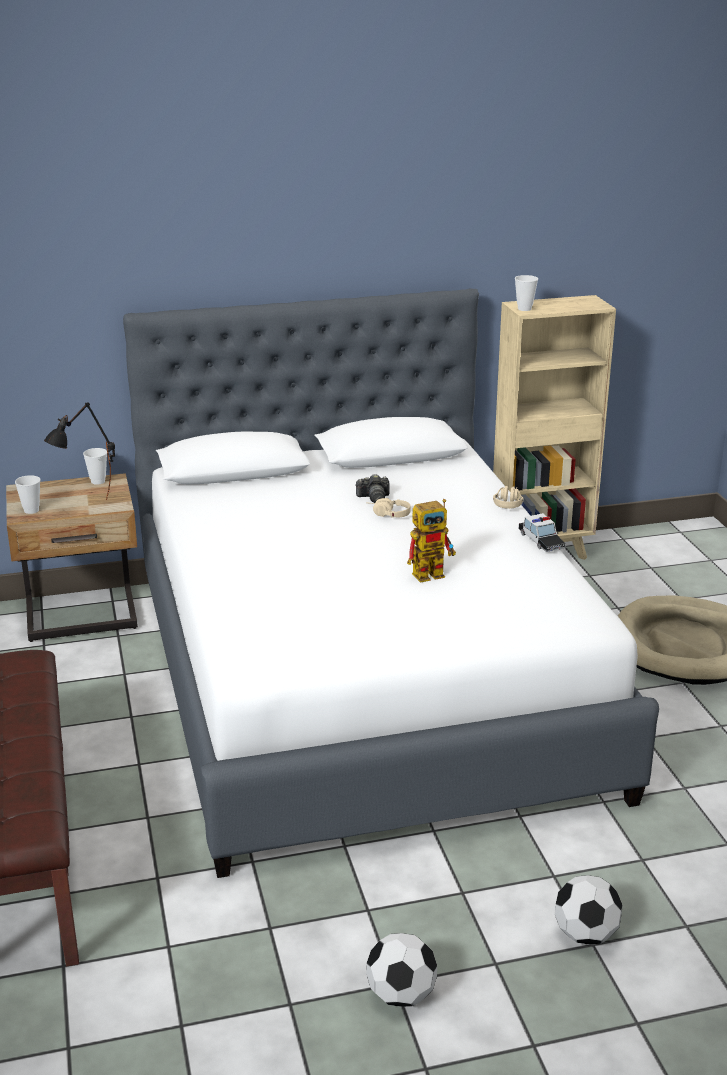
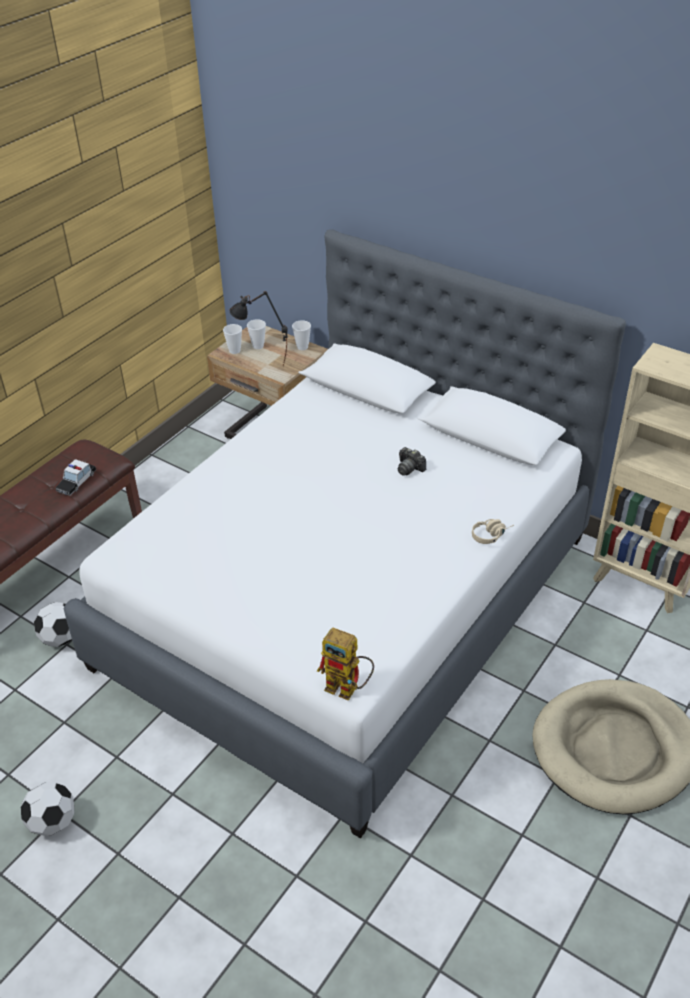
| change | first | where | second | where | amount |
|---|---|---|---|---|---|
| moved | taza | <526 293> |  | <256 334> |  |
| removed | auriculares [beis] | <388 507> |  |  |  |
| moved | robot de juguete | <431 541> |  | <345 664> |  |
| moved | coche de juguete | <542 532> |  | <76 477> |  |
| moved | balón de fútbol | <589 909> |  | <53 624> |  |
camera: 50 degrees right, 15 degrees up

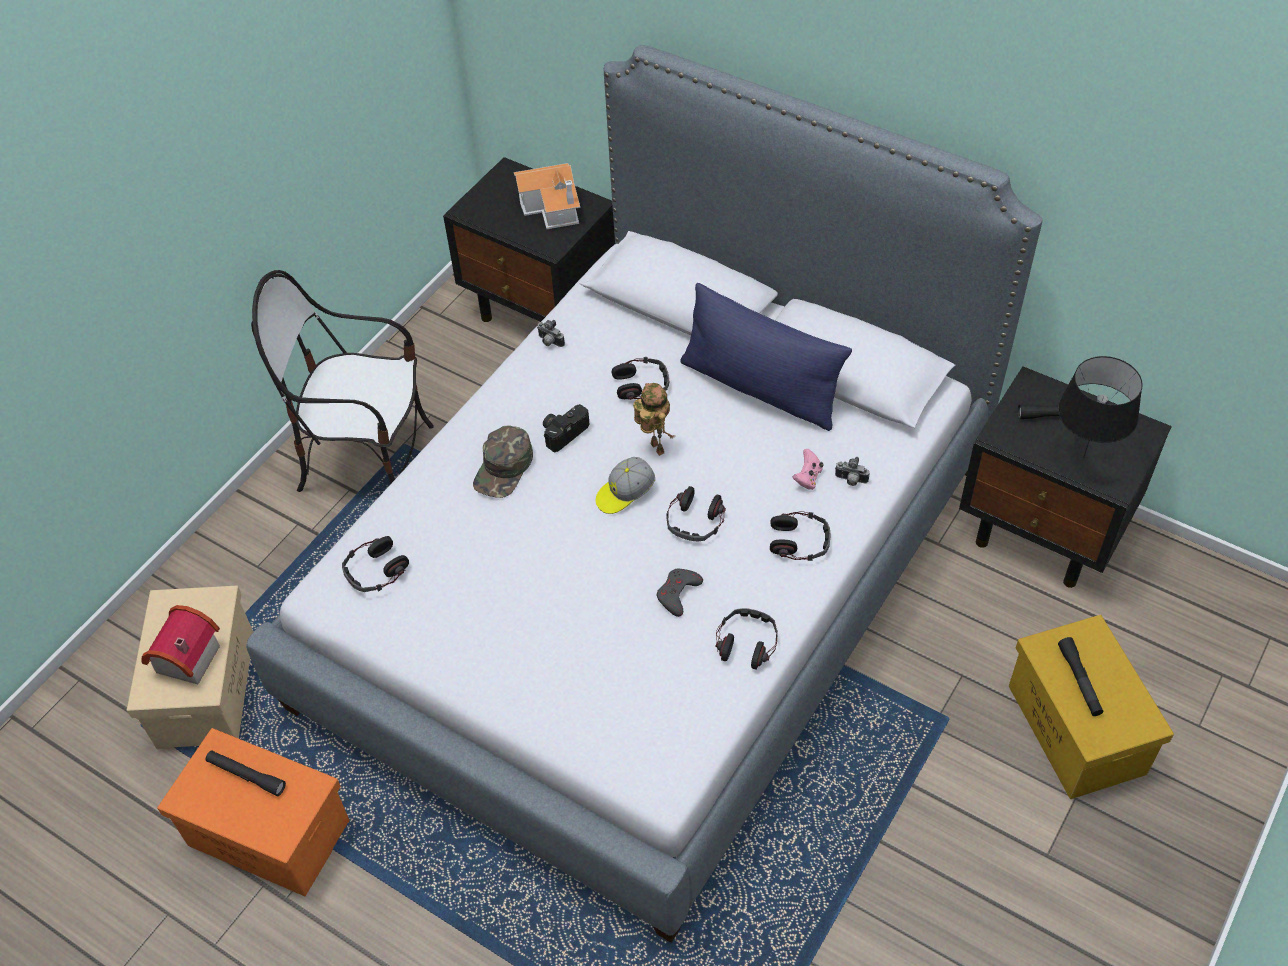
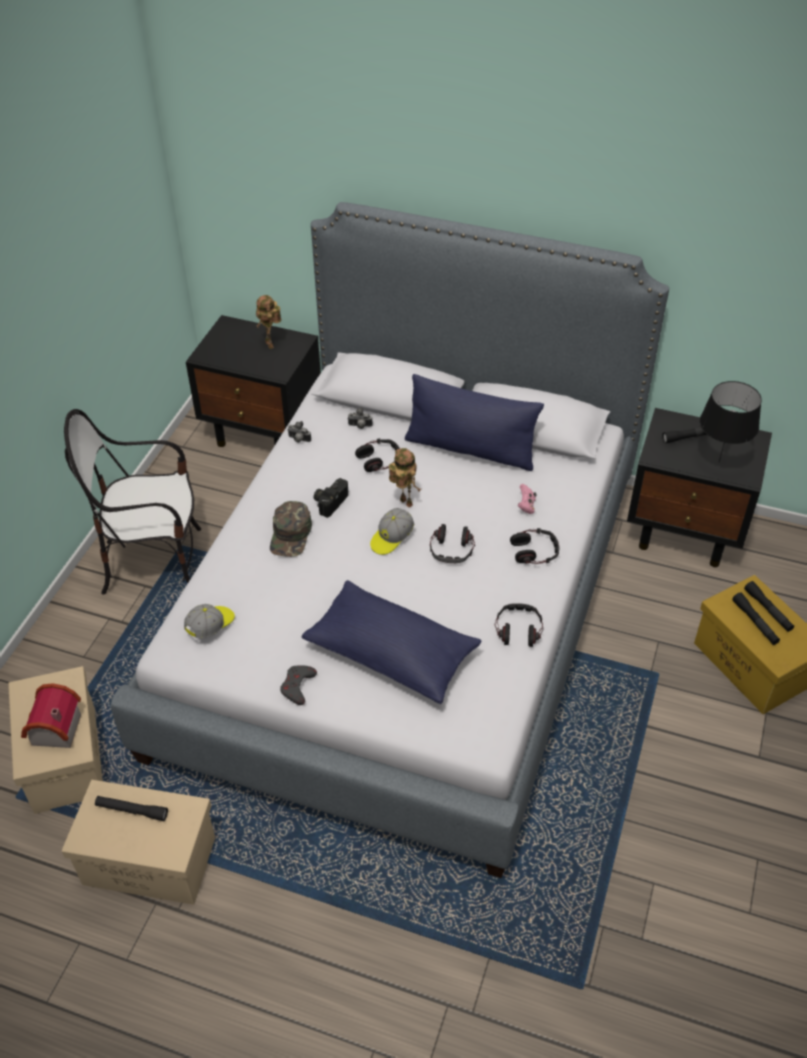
| change | first | where | second | where | amount |
|---|---|---|---|---|---|
| replaced | casita | <547 196> | robot de juguete | <268 322> |  |
| moved | cámara | <852 471> |  | <360 418> |  |
| replaced | auriculares | <375 564> | gorra | <209 621> |  |
| moved | mando de consola [gris] | <680 593> |  | <298 685> |  |
| recoloured | caja de almacenaje [naranja] | <253 812> | caja de almacenaje [beis] | <138 842> |  |
| added |  |  | cojín [azul] | <391 642> |  |
| added |  |  | linterna [negro] | <769 606> |  |
camera: 15 degrees left, 5 degrees down

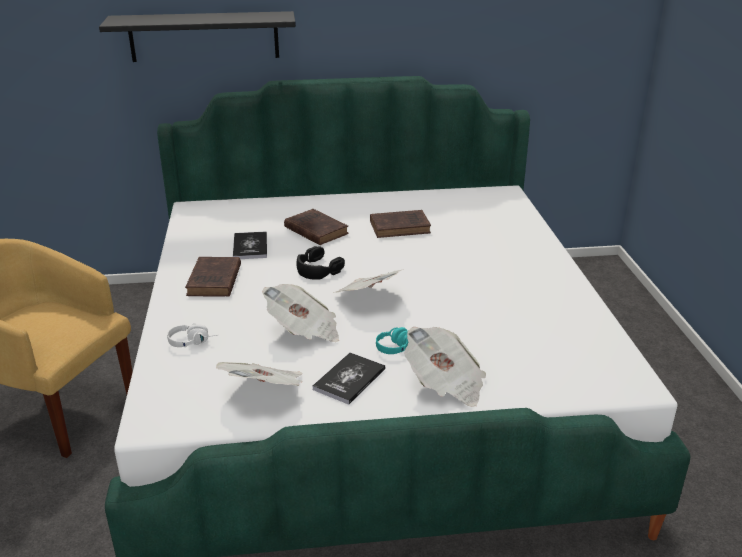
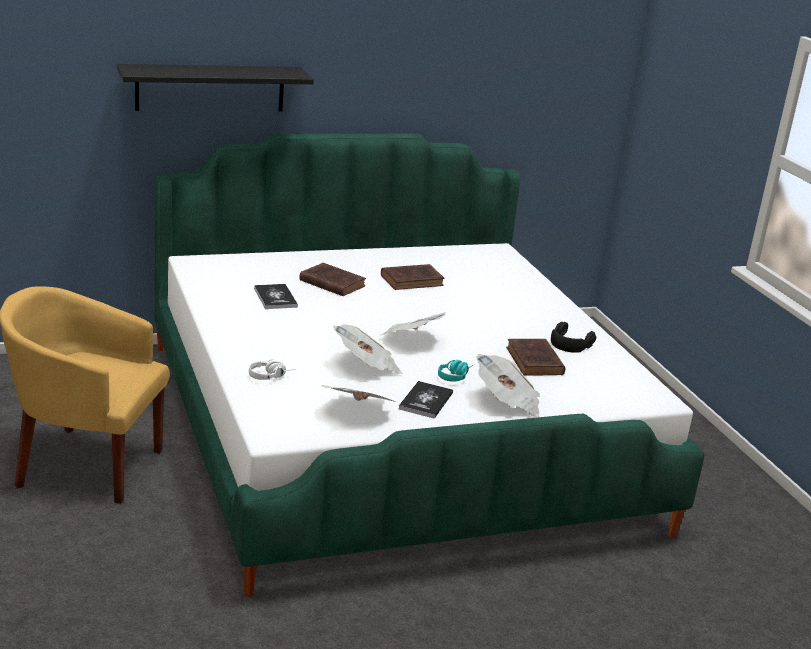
| change | first | where | second | where | amount |
|---|---|---|---|---|---|
| moved | auriculares [negro] | <320 263> |  | <573 337> |  |
| moved | libro [marrón] | <213 277> |  | <535 357> |  |
camera: 15 degrees left, 5 degrees down

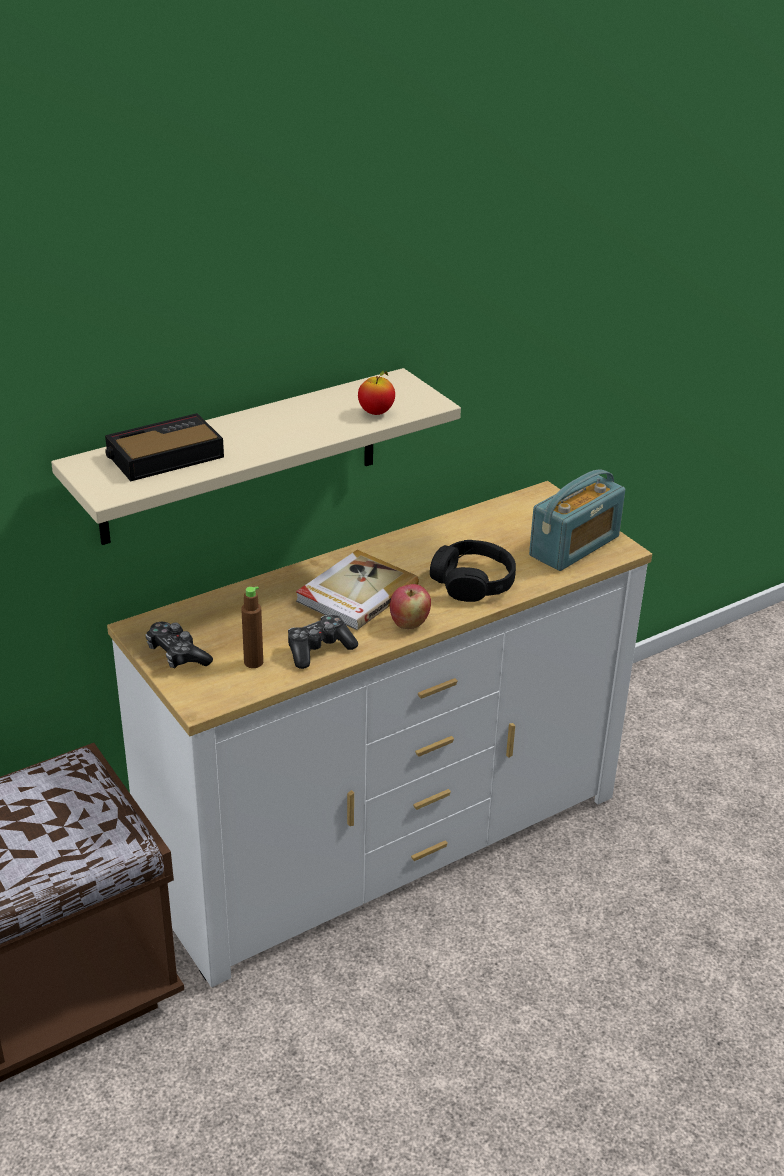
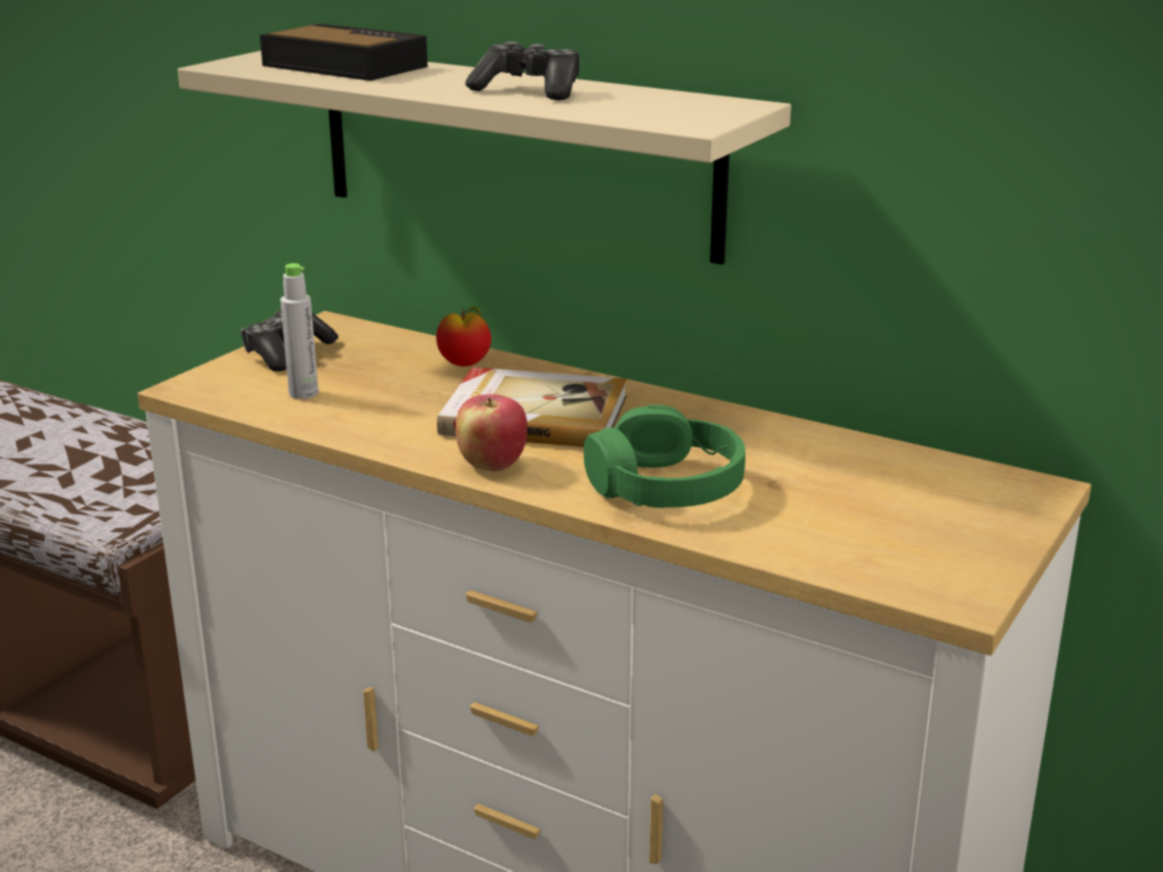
| change | first | where | second | where | amount |
|---|---|---|---|---|---|
| moved | manzana | <376 393> |  | <463 336> |  |
| removed | radio | <577 520> |  |  |  |
| recoloured | auriculares [negro] | <473 571> | auriculares [verde] | <664 456> |  |
| recoloured | botella [marrón] | <252 627> | botella [gris] | <299 331> |  |
| moved | mando de consola | <323 642> |  | <522 70> |  |
camera: 65 degrees right, 10 degrees down

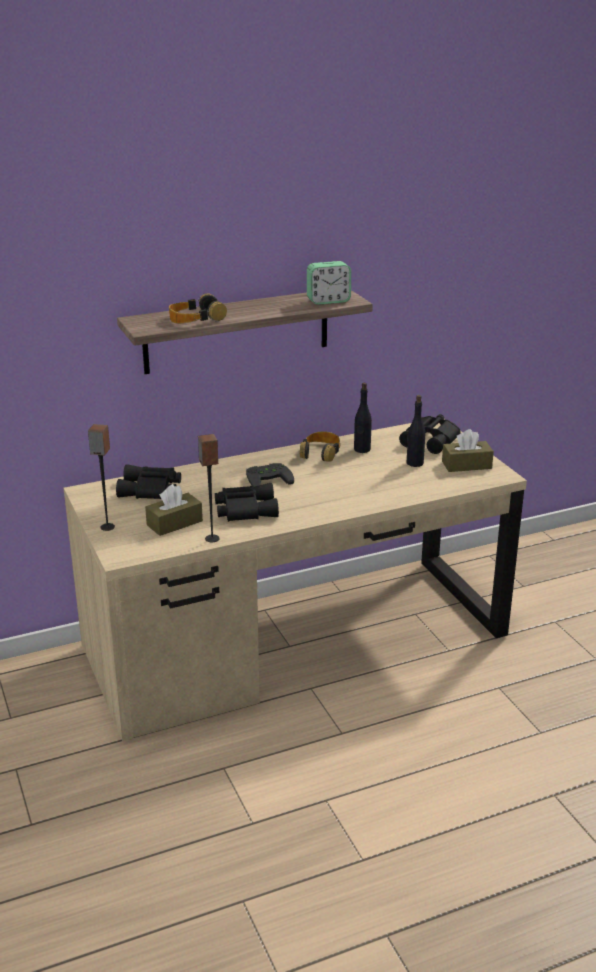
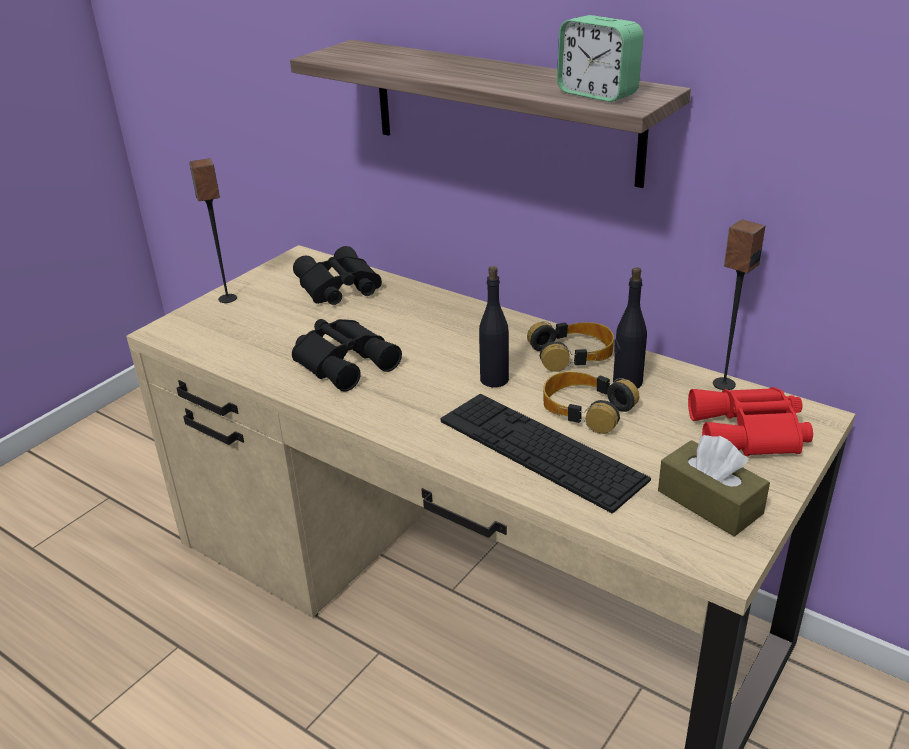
| change | first | where | second | where | amount |
|---|---|---|---|---|---|
| moved | auriculares | <198 308> |  | <591 403> |  |
| moved | botella [negro] | <415 431> |  | <494 326> |  |
| recoloured | prismáticos [negro] | <430 434> | prismáticos [rojo] | <750 421> |  |
| moved | altavoz | <209 488> |  | <739 304> |  |
| removed | mando de consola [negro] | <270 475> |  |  |  |
| removed | caja de pañuelos [marrón] | <174 510> |  |  |  |
| added |  |  | teclado | <546 453> |  |
camera: 60 degrees right, 5 degrees up

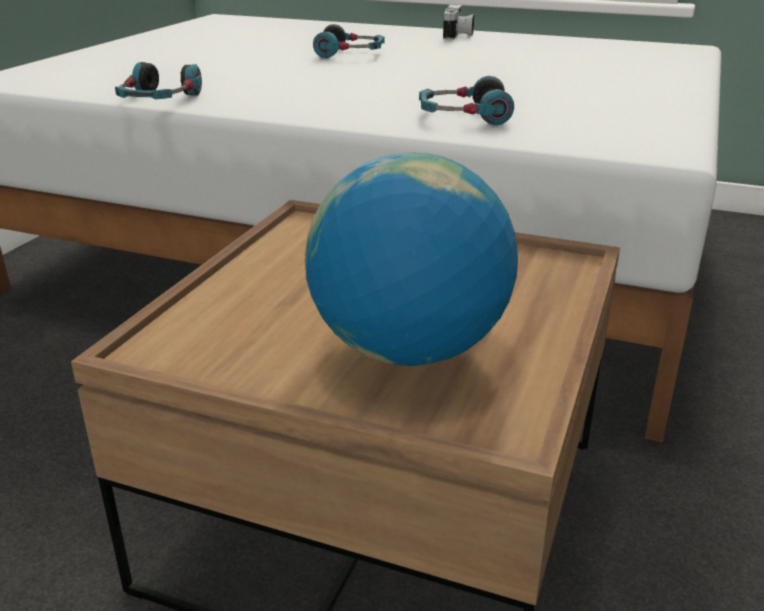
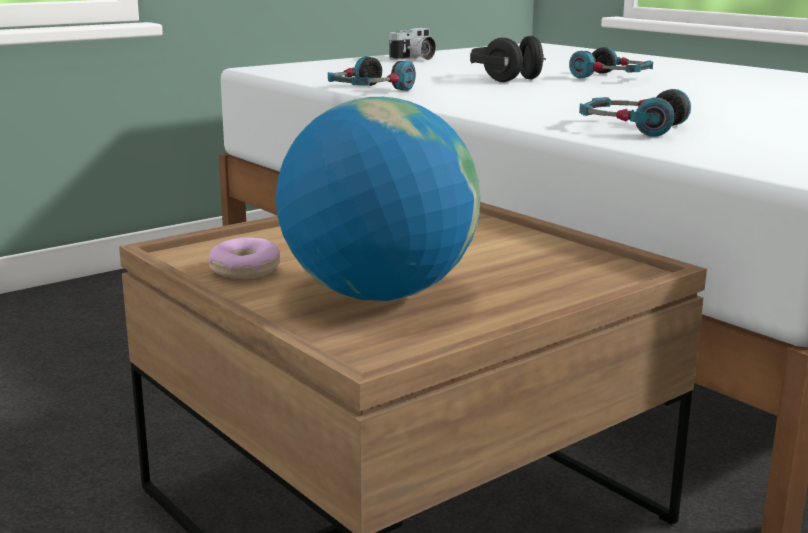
| change | first | where | second | where | amount |
|---|---|---|---|---|---|
| moved | cámara | <458 22> |  | <413 44> |  |
| added |  |  | auriculares [negro] | <508 59> |  |
| added |  |  | rosquilla | <244 258> |  |
camera: 30 degrees right, 10 degrees down

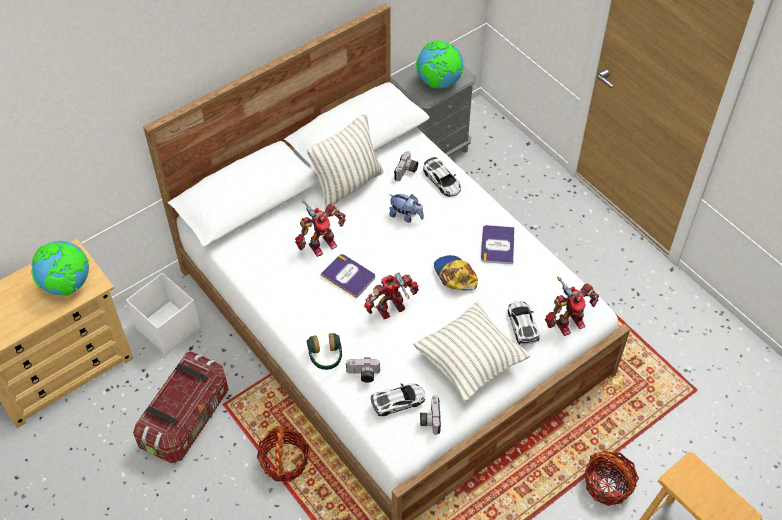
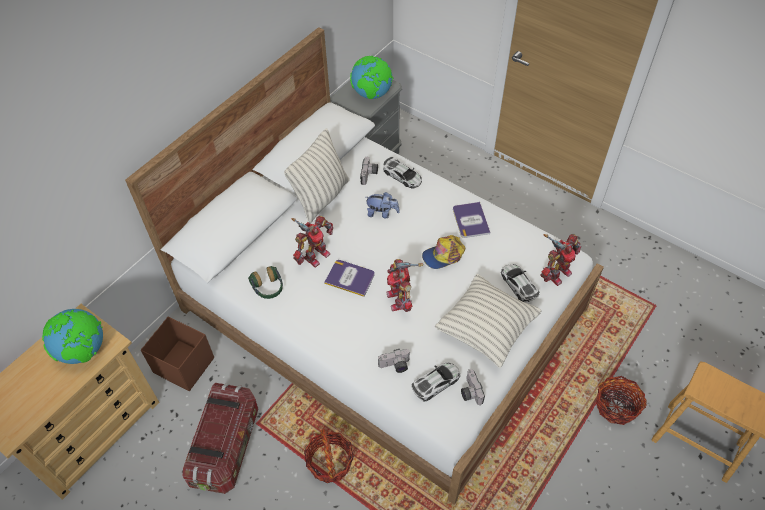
| change | first | where | second | where | amount |
|---|---|---|---|---|---|
| turned | gorra | <456 272> |  | <443 252> | 75 degrees counterclockwise |
| recoloured | caja de almacenaje [blanco] | <163 314> | caja de almacenaje [marrón] | <177 353> |  |
| turned | robot de juguete | <391 296> |  | <404 285> | 60 degrees counterclockwise |
| moved | auriculares | <324 351> |  | <265 282> |  |
camera: 15 degrees left, 0 degrees up

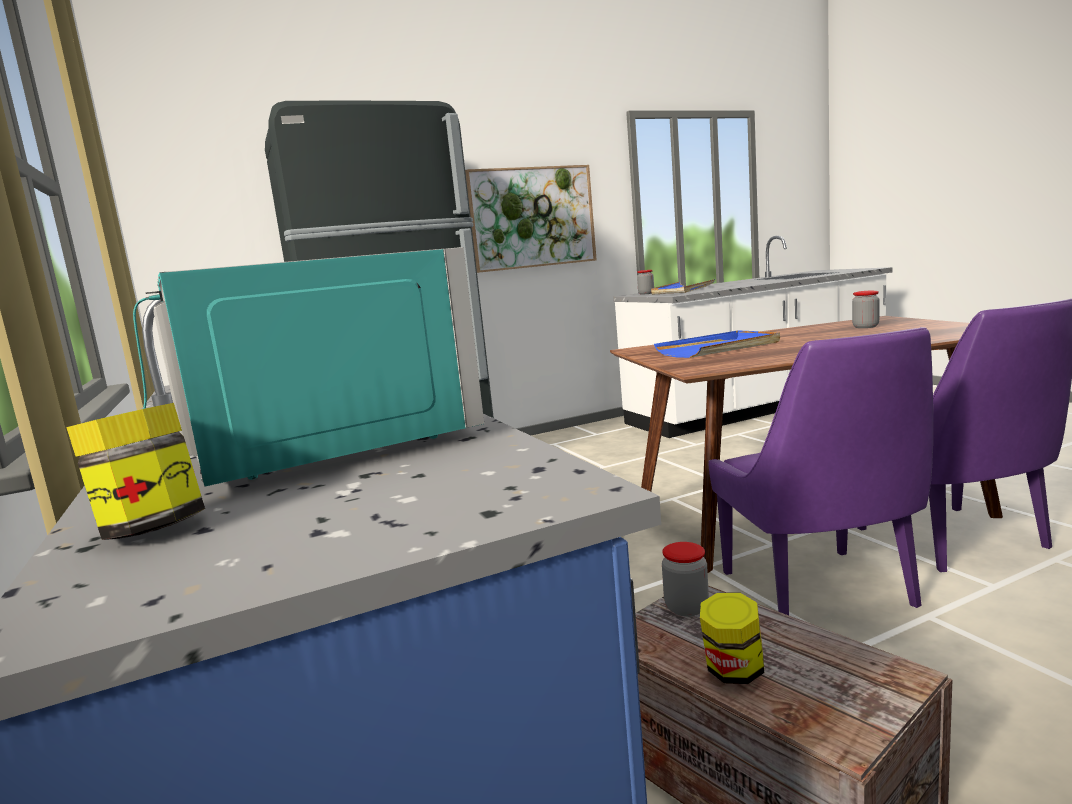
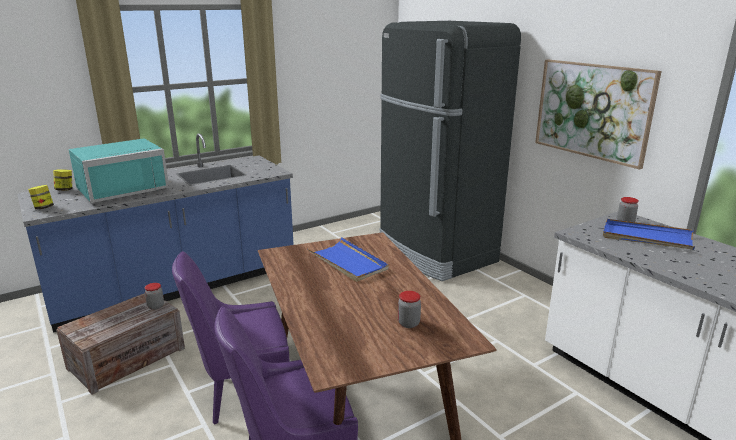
| change | first | where | second | where | amount |
|---|---|---|---|---|---|
| moved | tarro | <732 638> |  | <41 197> |  |
camera: 80 degrees right, 10 degrees up

